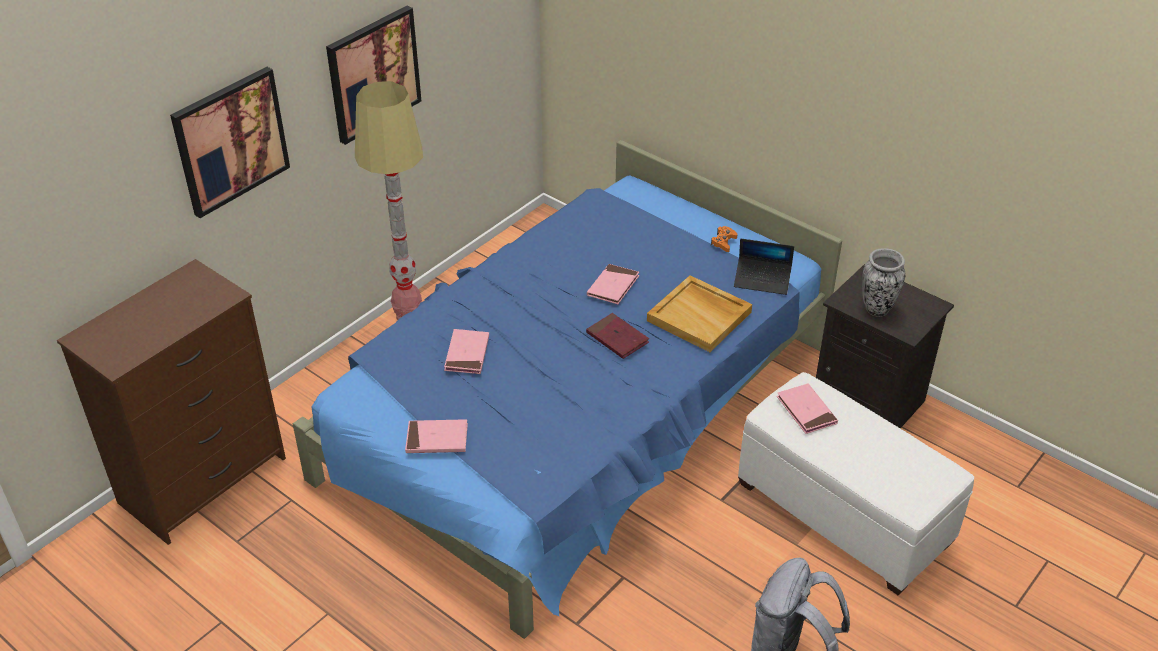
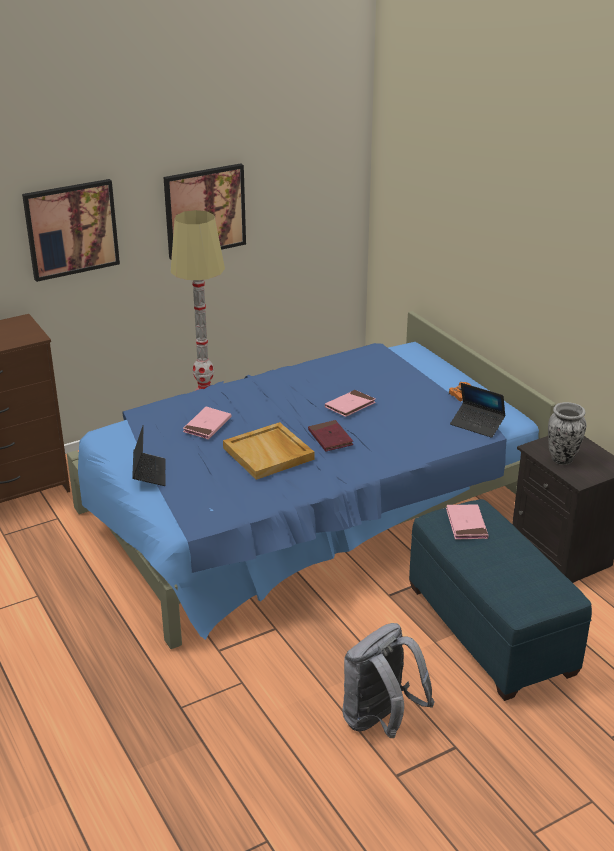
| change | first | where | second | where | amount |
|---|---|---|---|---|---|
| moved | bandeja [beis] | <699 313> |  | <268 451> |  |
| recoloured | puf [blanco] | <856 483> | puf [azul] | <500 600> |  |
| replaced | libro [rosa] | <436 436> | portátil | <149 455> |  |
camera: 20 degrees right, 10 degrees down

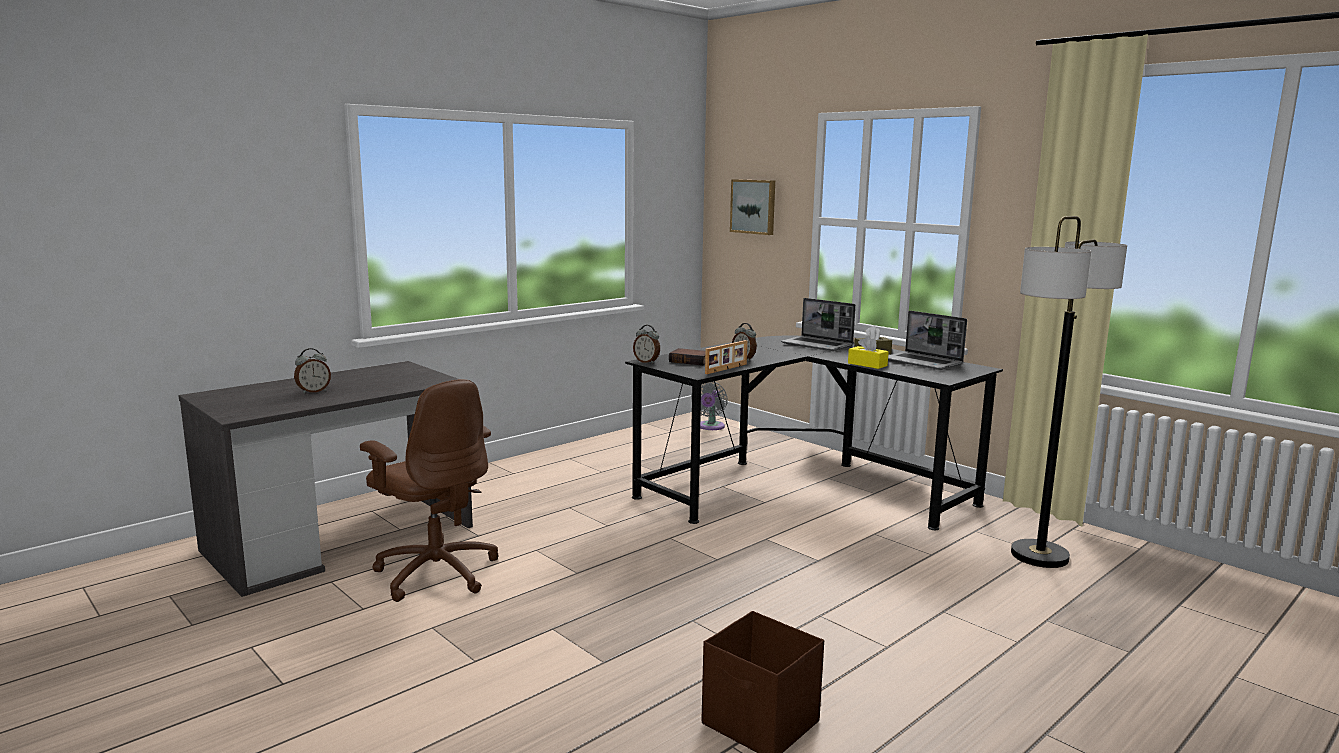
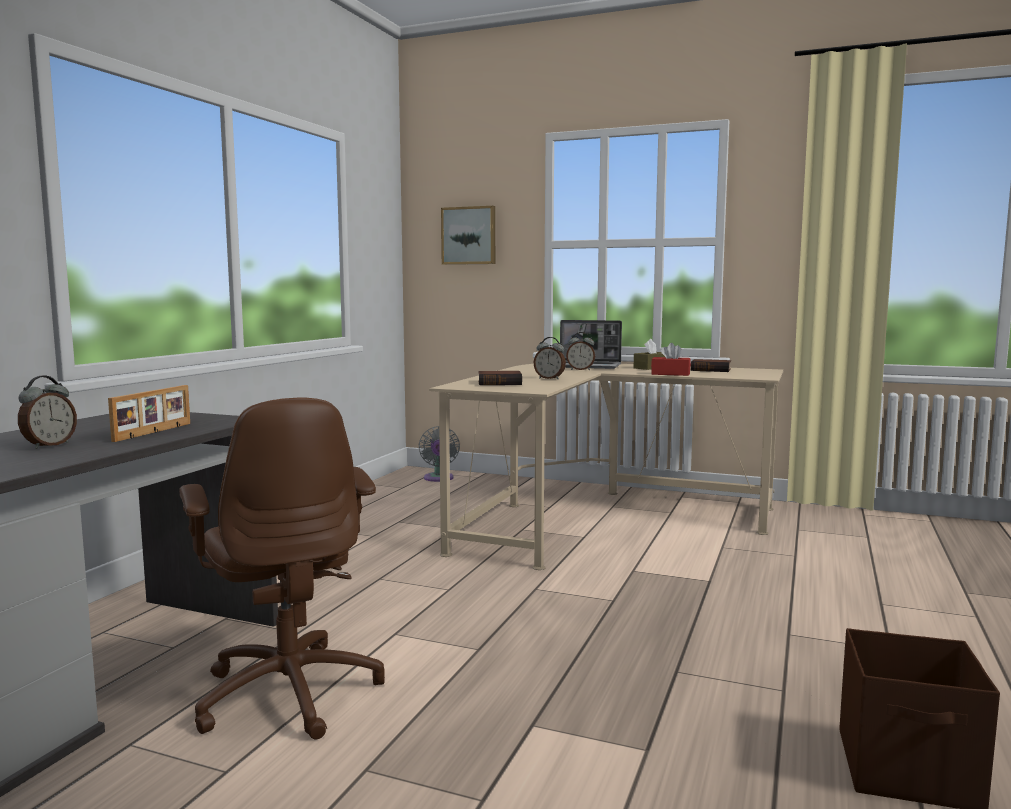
| change | first | where | second | where | amount |
|---|---|---|---|---|---|
| removed | lámpara de pie | <1069 392> |  |  |  |
| replaced | portátil | <927 340> | libro | <711 365> |  |
| moved | despertador | <646 344> |  | <580 351> |  |
| recoloured | escritorio [negro] | <814 433> | escritorio [beis] | <606 467> |  |
| recoloured | caja de pañuelos [amarillo] | <868 352> | caja de pañuelos [rojo] | <671 359> |  |
| moved | portarretratos | <726 357> |  | <149 413> |  |
| turned | silla de oficina [marrón] | <429 490> |  | <282 568> | 45 degrees clockwise |
camera: 25 degrees left, 5 degrees down

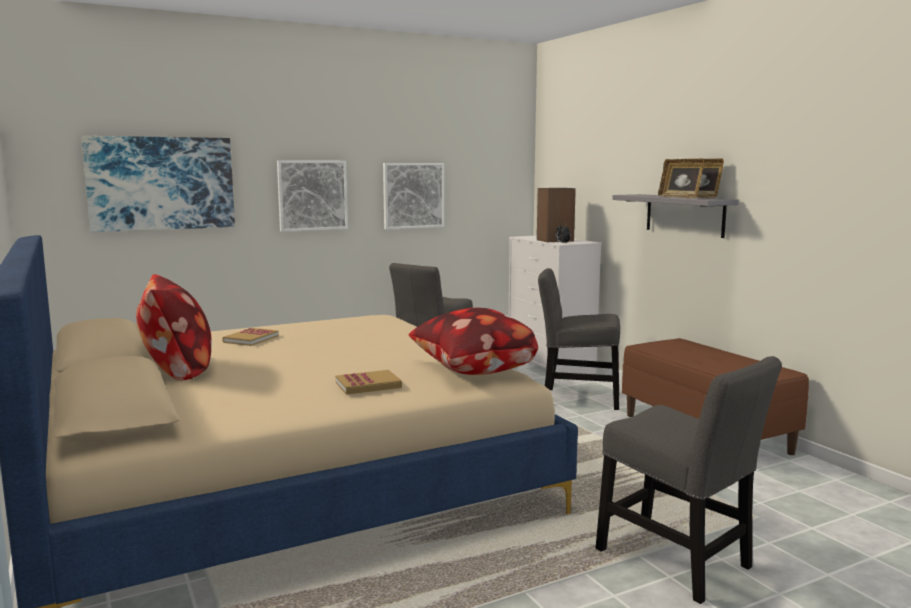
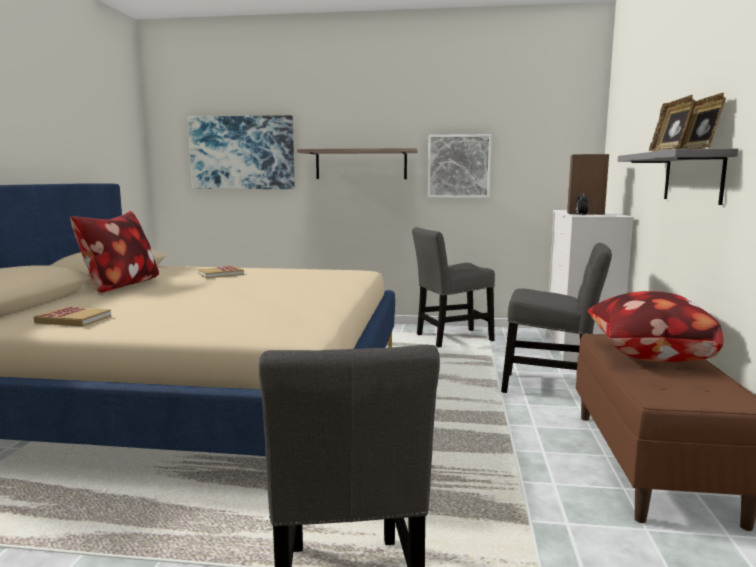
| change | first | where | second | where | amount |
|---|---|---|---|---|---|
| replaced | cuadro | <312 196> | estante | <357 163> |  |
| turned | silla [gris] | <579 339> |  | <556 318> | 150 degrees clockwise |
| moved | cojín | <473 341> |  | <656 326> |  |
| moved | libro | <369 382> |  | <72 316> |  |
camera: 35 degrees right, 0 degrees up

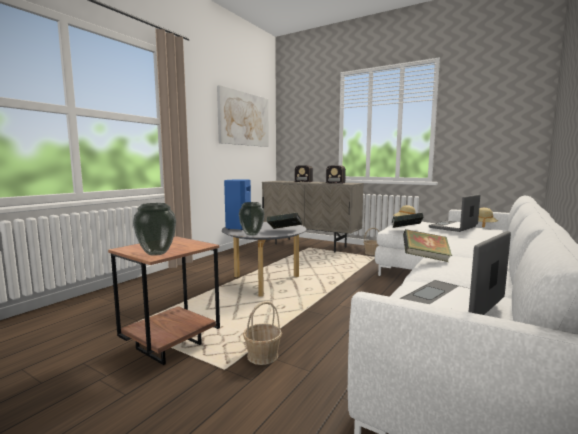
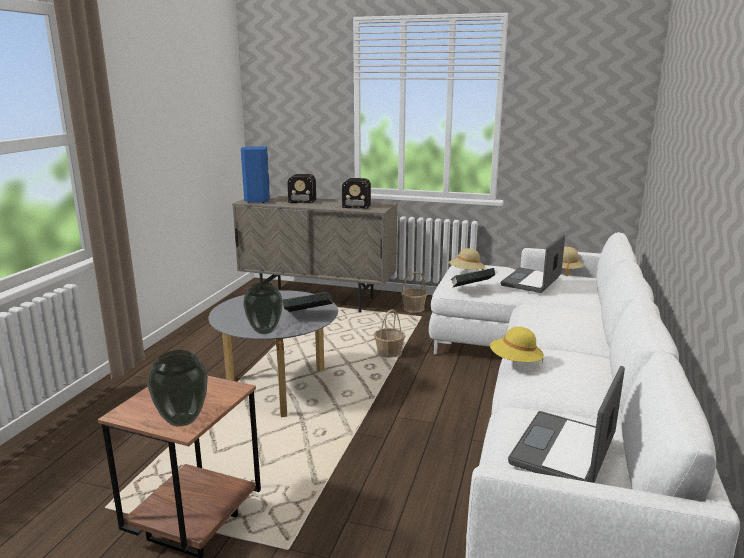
| change | first | where | second | where | amount |
|---|---|---|---|---|---|
| removed | cuadro | <243 116> |  |  |  |
| moved | altavoz [azul] | <237 205> |  | <255 174> |  |
| replaced | libro | <427 245> | sombrero [amarillo] | <517 345> |  |
| moved | cesta | <262 333> |  | <389 333> |  |
camera: 15 degrees left, 10 degrees up

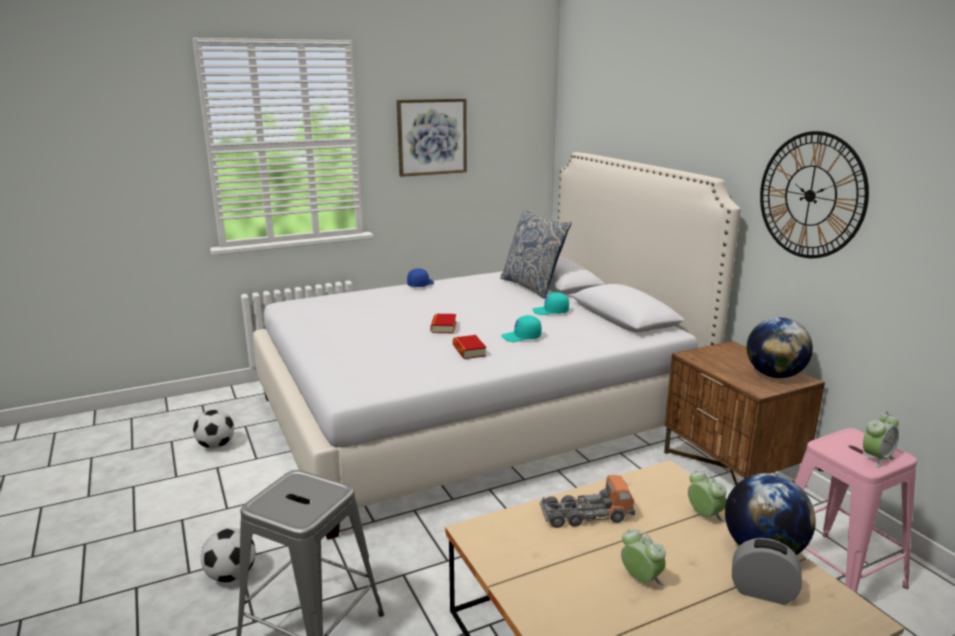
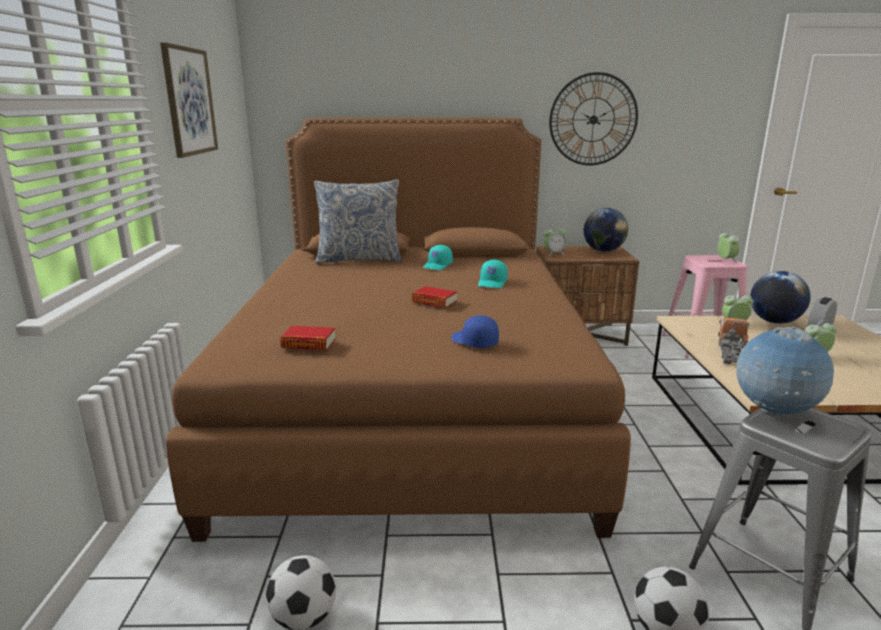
| change | first | where | second | where | amount |
|---|---|---|---|---|---|
| recoloured | cama [blanco] | <497 346> | cama [marrón] | <398 329> |  |
| moved | gorra [azul] | <420 277> |  | <475 331> |  |
| moved | libro | <470 347> |  | <308 338> |  |
| added |  |  | despertador | <555 240> |  |
| added |  |  | globo terráqueo | <785 372> |  |
camera: 65 degrees left, 0 degrees up

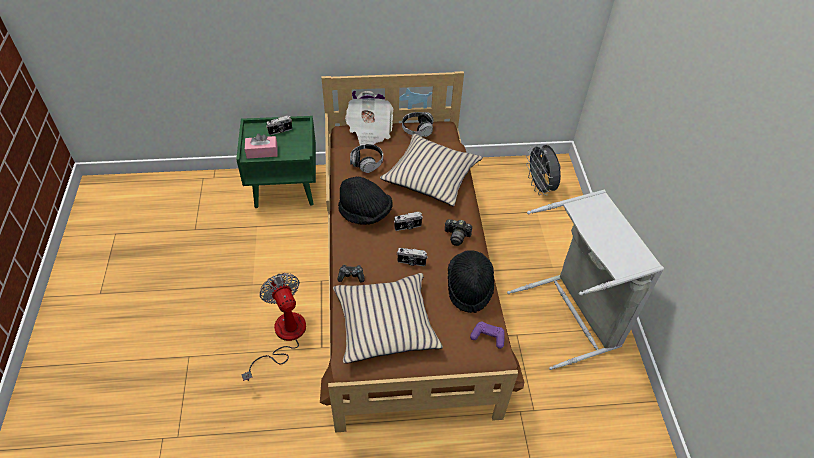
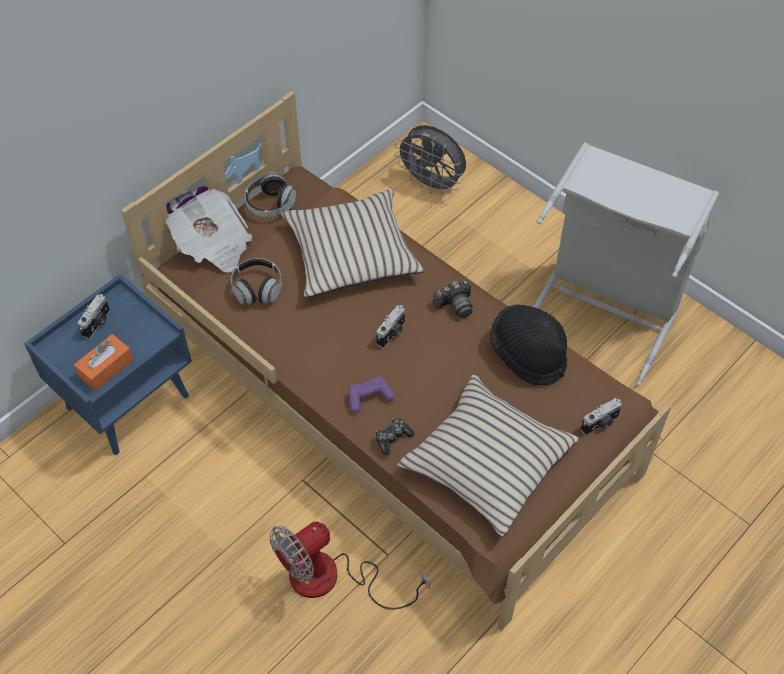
| change | first | where | second | where | amount |
|---|---|---|---|---|---|
| recoloured | mesita de noche [verde] | <276 162> | mesita de noche [azul] | <108 364> |  |
| recoloured | caja de pañuelos [rosa] | <261 146> | caja de pañuelos [naranja] | <104 362> |  |
| removed | sombrero [negro] | <365 201> |  |  |  |
| moved | cámara | <412 257> |  | <601 416> |  |
| turned | ventilador | <273 327> |  | <349 565> | 60 degrees counterclockwise |
| moved | mando de consola [morado] | <487 335> |  | <372 395> |  |
camera: 40 degrees left, 5 degrees up

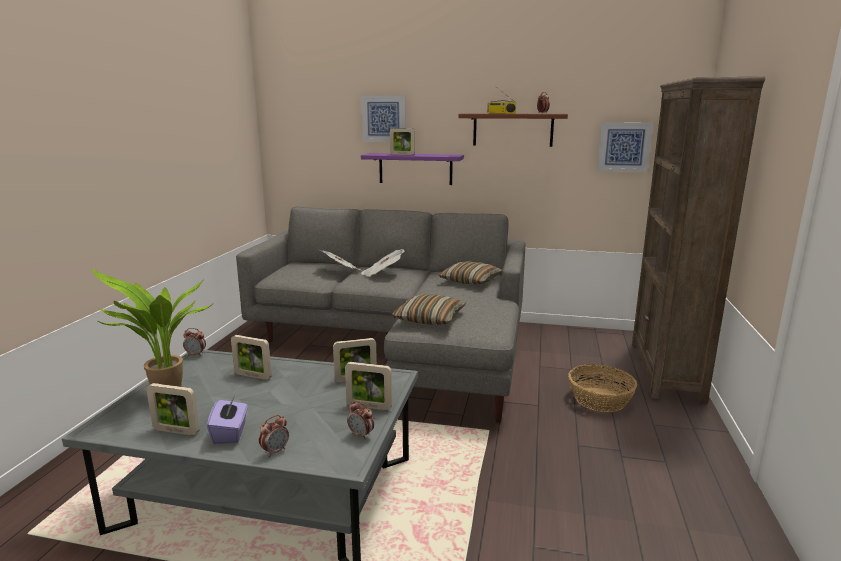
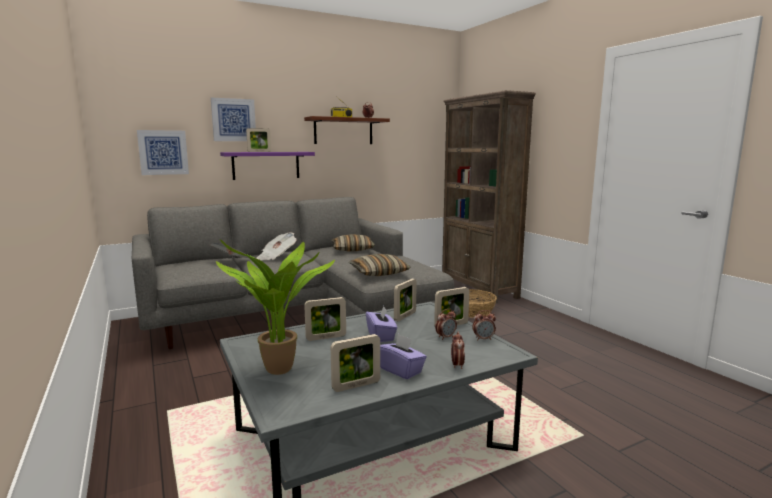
| change | first | where | second | where | amount |
|---|---|---|---|---|---|
| moved | cuadro | <625 147> |  | <163 152> |  |
| moved | despertador | <194 342> |  | <446 324> |  |
| added |  |  | caja de pañuelos [morado] | <381 324> |  |
camera: 40 degrees left, 5 degrees down

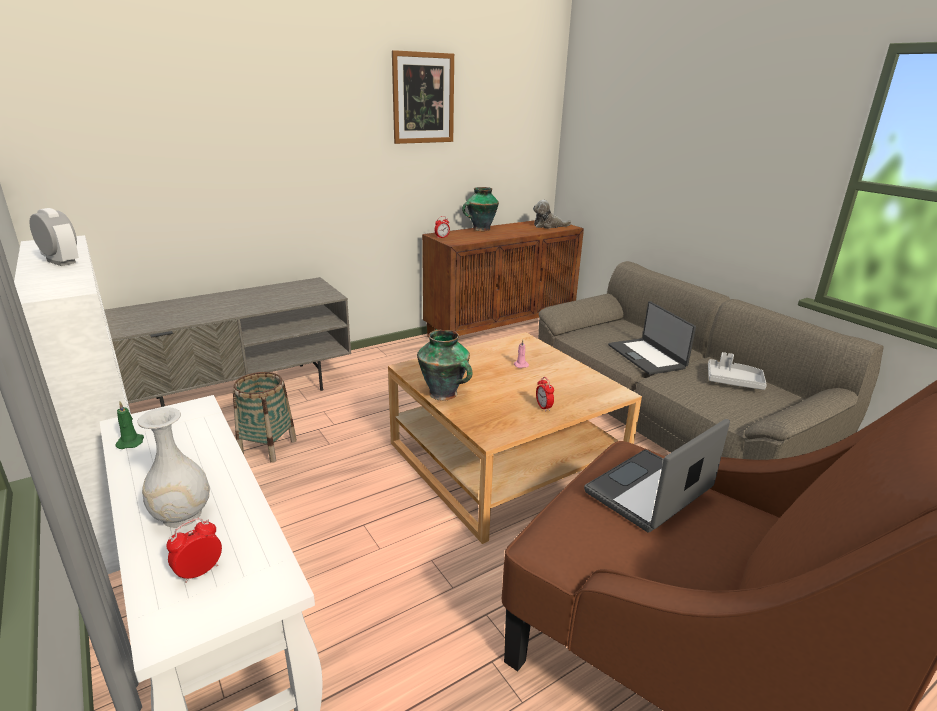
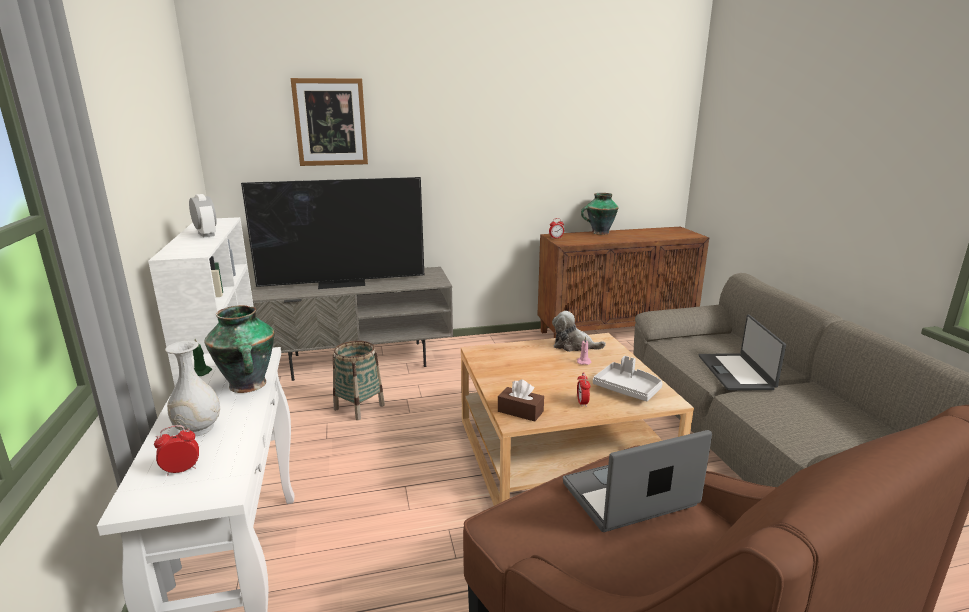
| change | first | where | second | where | amount |
|---|---|---|---|---|---|
| moved | cuadro | <423 97> |  | <329 122> |  |
| moved | peluche | <552 214> |  | <579 331> |  |
| moved | florero | <444 365> |  | <239 349> |  |
| moved | bandeja [gris] | <737 371> |  | <628 378> |  |
| added |  |  | televisor | <332 233> |  |
| added |  |  | caja de pañuelos [marrón] | <521 400> |  |
camera: 20 degrees right, 5 degrees down

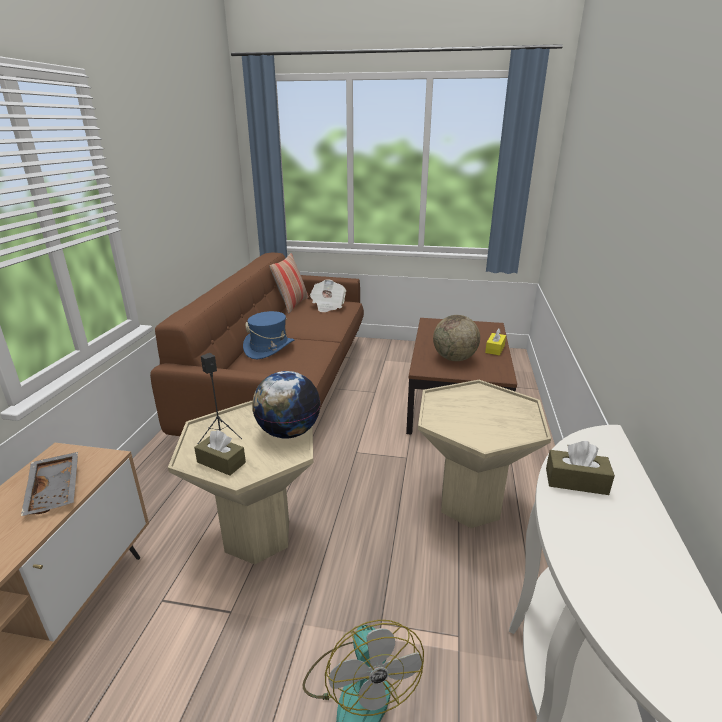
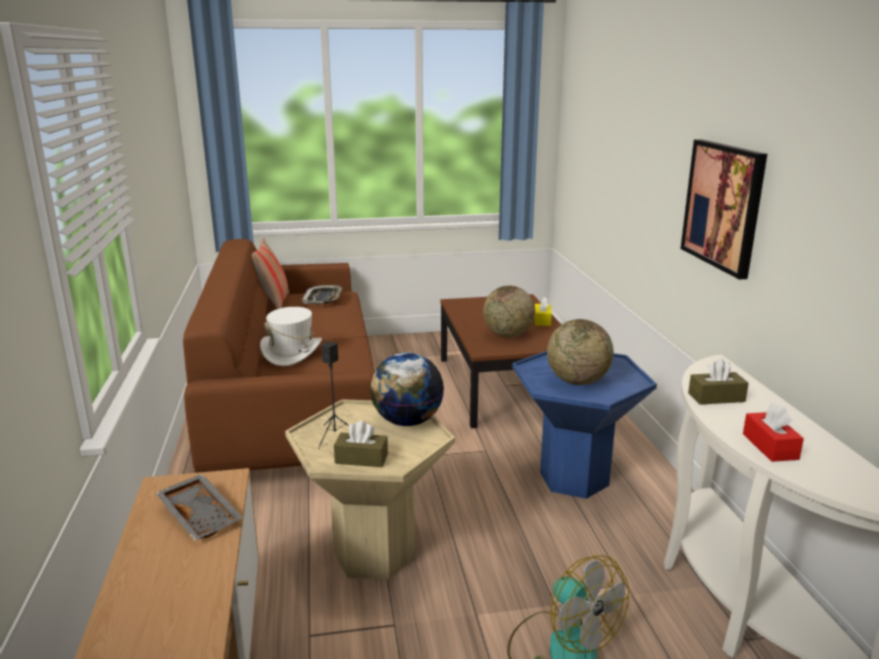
| change | first | where | second | where | amount |
|---|---|---|---|---|---|
| replaced | periódico | <328 296> | bandeja | <322 294> |  |
| recoloured | sombrero [azul] | <268 335> | sombrero [blanco] | <291 336> |  |
| recoloured | mesa auxiliar [beis] | <484 454> | mesa auxiliar [azul] | <584 425> |  |
| added |  |  | cuadro | <724 209> |  |
| added |  |  | globo terráqueo | <580 352> |  |
| added |  |  | caja de pañuelos [rojo] | <773 432> |  |
camera: 20 degrees left, 5 degrees down

